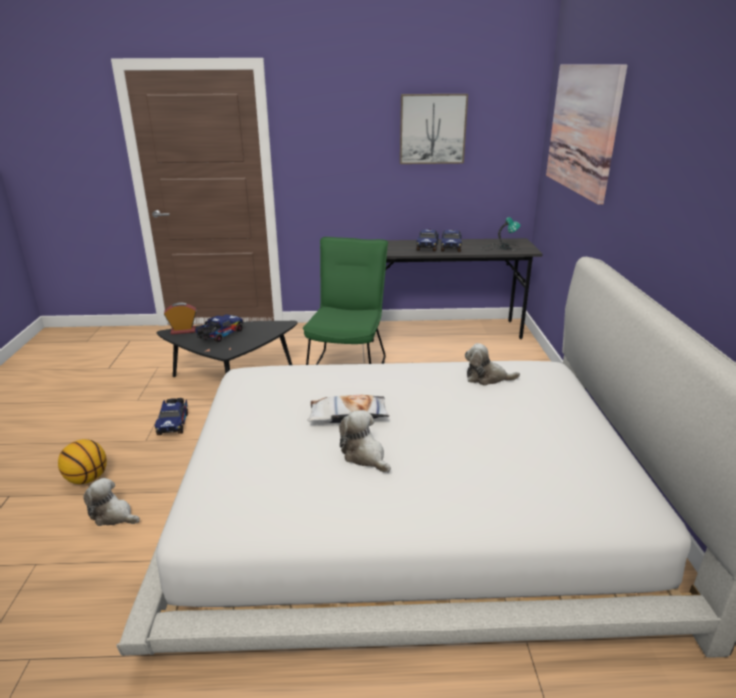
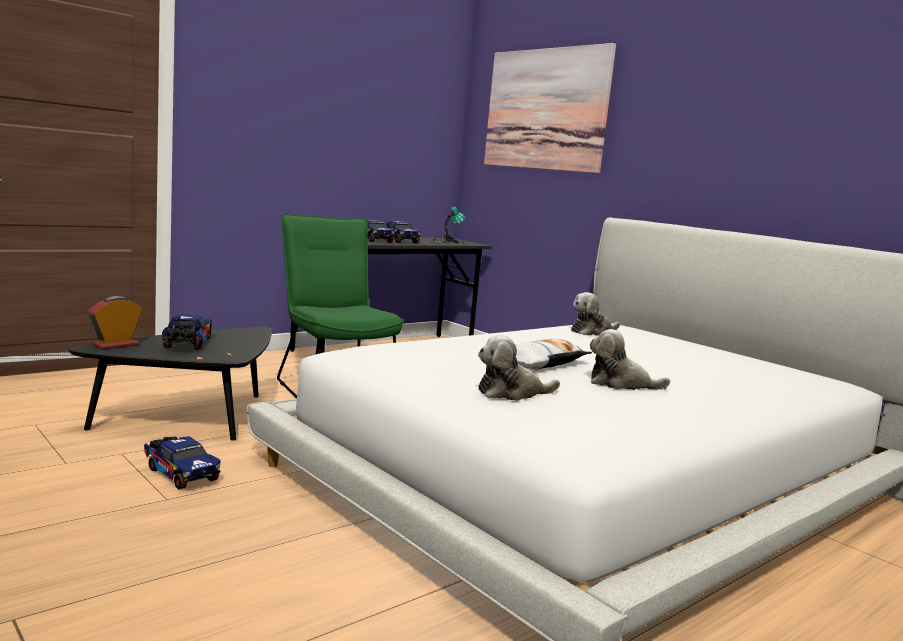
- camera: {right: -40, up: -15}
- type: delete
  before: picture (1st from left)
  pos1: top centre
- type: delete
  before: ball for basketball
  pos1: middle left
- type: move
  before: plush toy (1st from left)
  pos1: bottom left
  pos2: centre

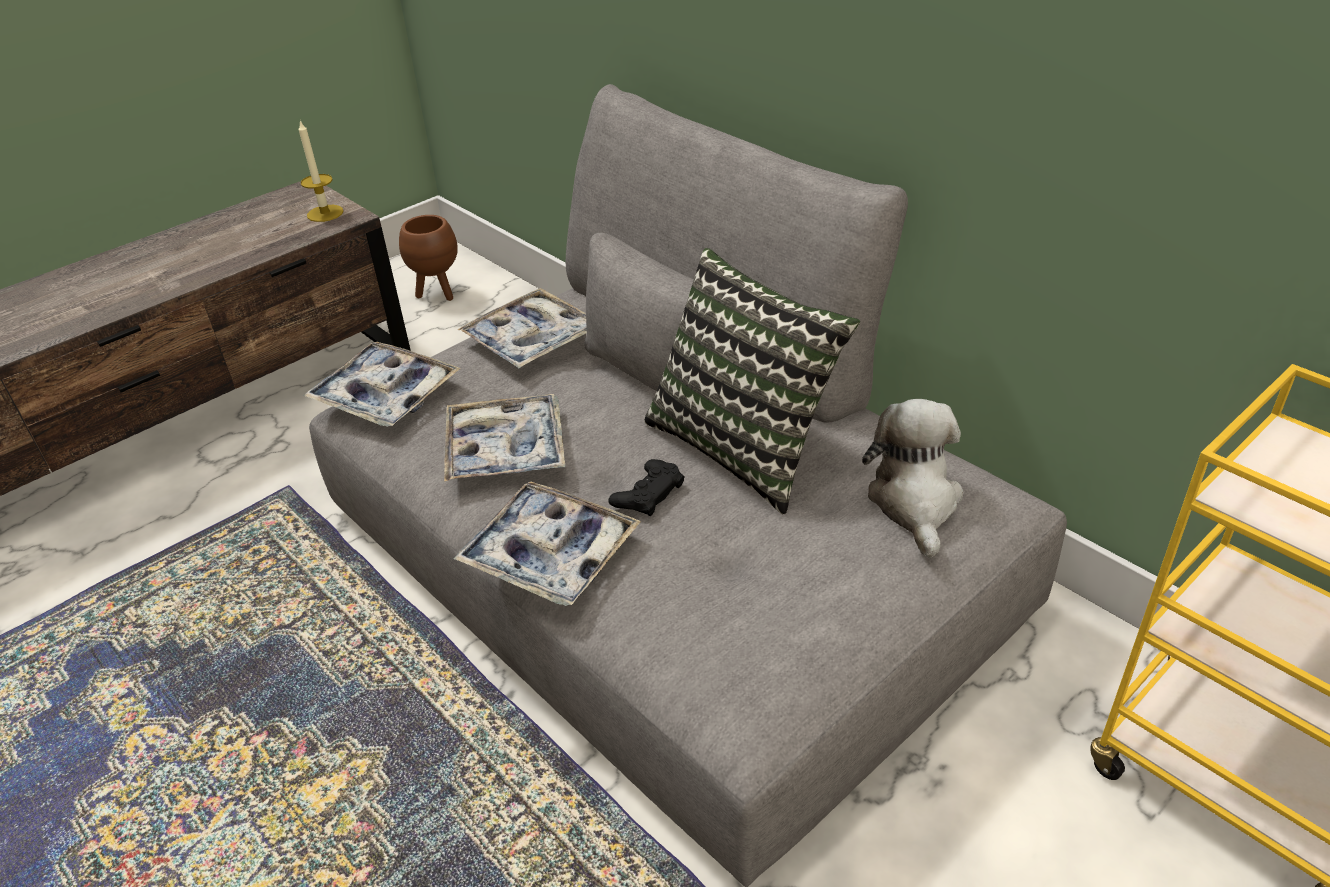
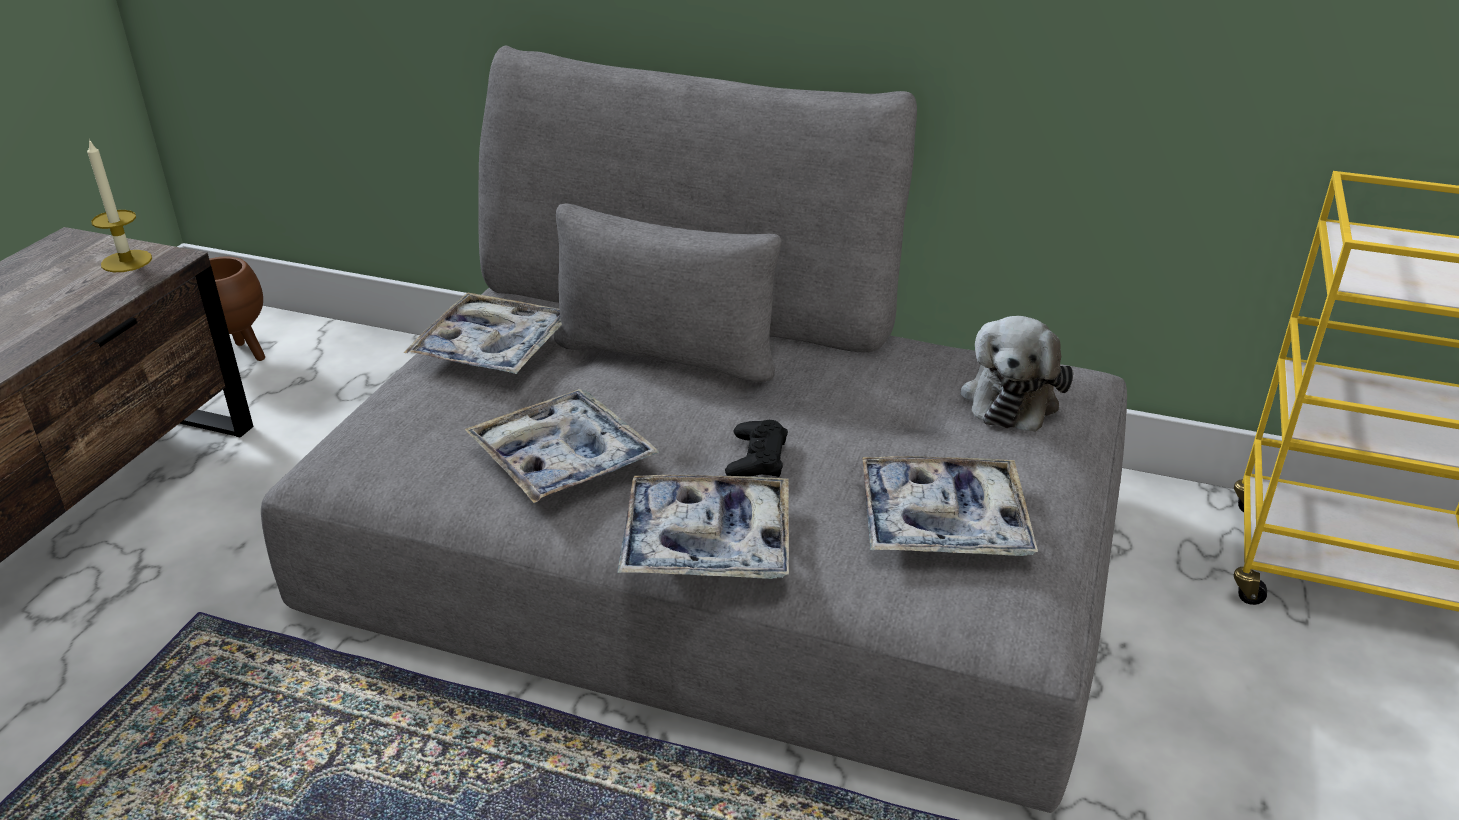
- camera: {right: -30, up: -5}
- type: delete
  before: cushion
  pos1: centre
- type: move
  before: serving tray (1st from left in the first image)
  after: serving tray (4th from left)
  pos1: middle left
  pos2: centre
- type: rotate
  before: plush toy
  pos1: middle right
  pos2: middle right
  turn: -135

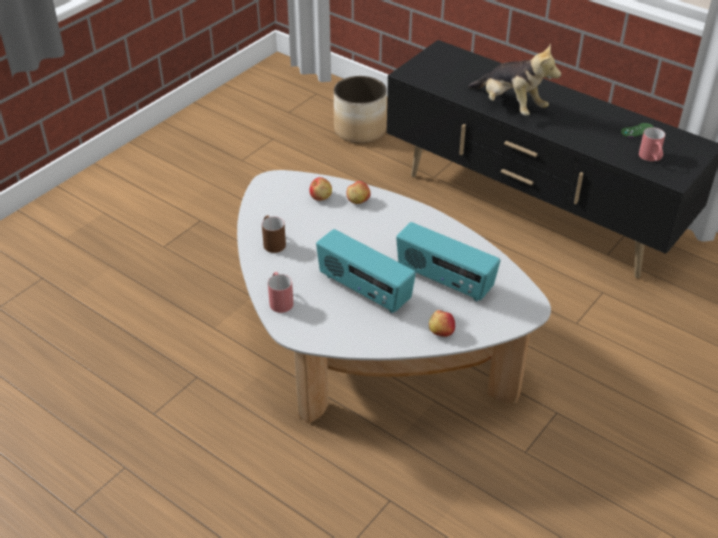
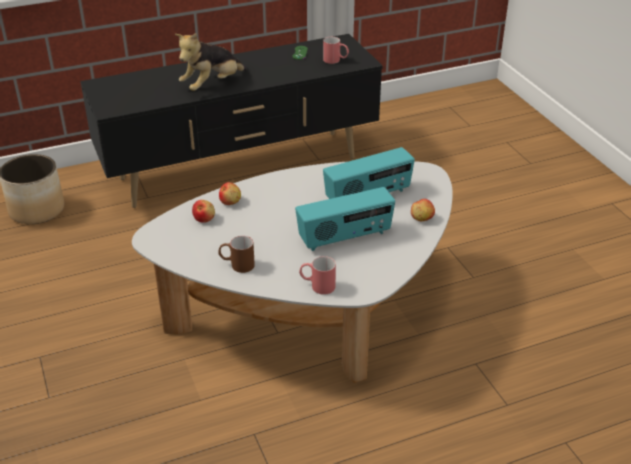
- camera: {right: -60, up: -5}
- type: rotate
  before: plush toy
  pos1: top right
  pos2: top centre
  turn: 150

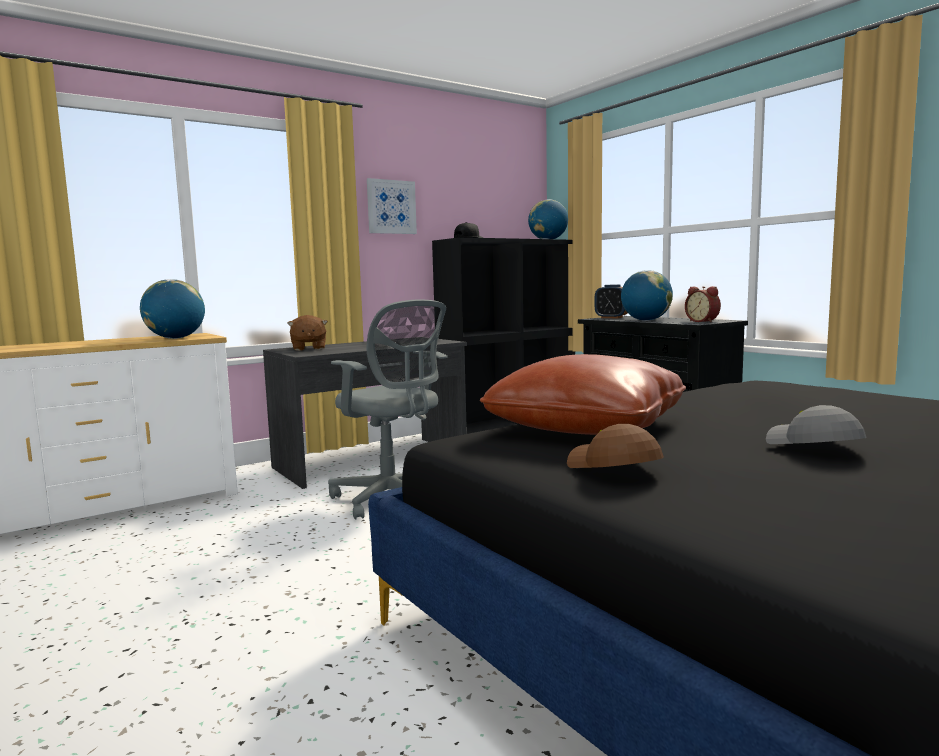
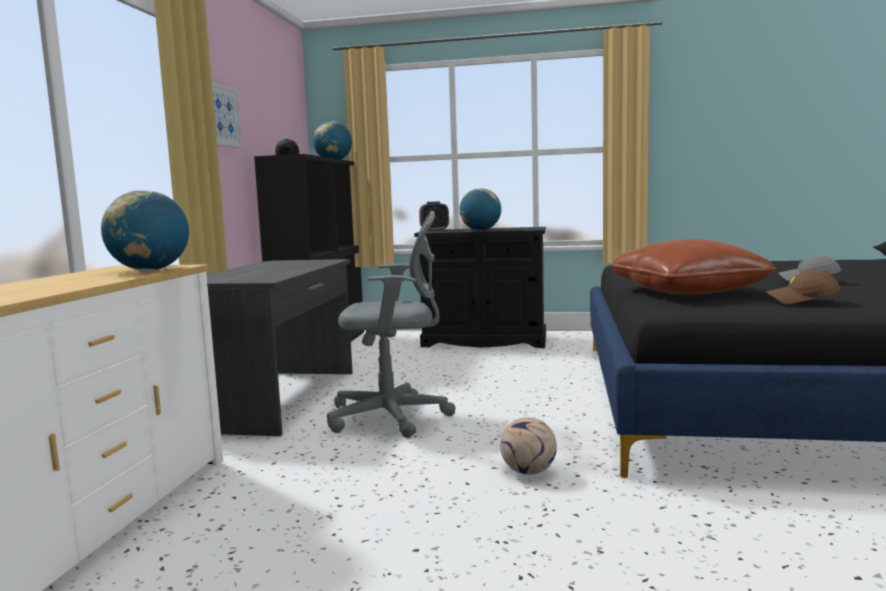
- camera: {right: -45, up: 0}
- type: delete
  before: bedside clock (2nd from left)
  pos1: middle right
- type: delete
  before: plush toy in brownish
  pos1: middle left
- type: insert
  after: football
  pos2: bottom centre

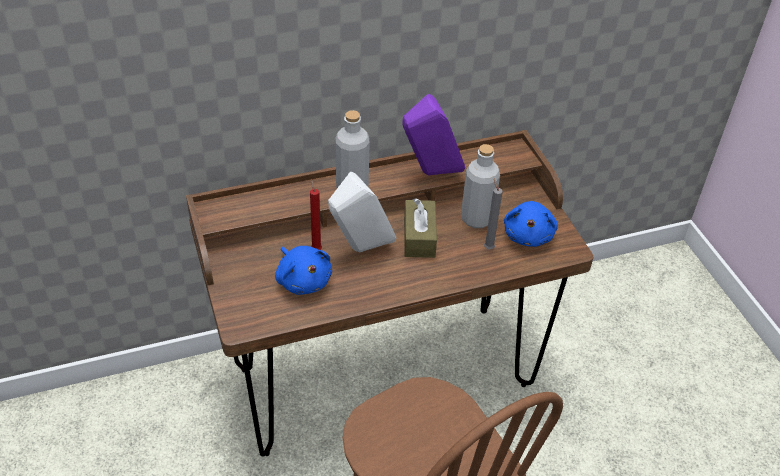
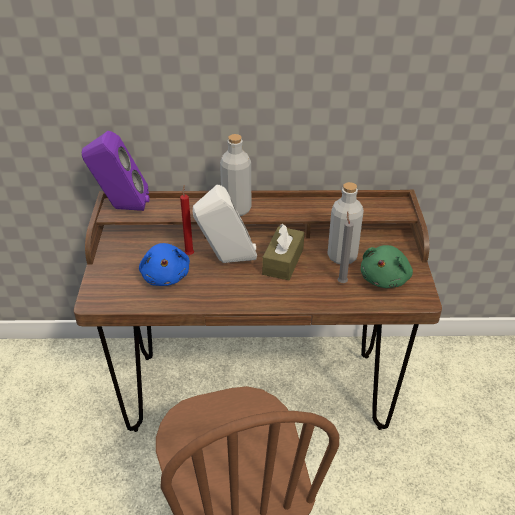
- camera: {right: 20, up: -5}
- type: move
  before: audio speaker in purple-coloured
  pos1: top centre
  pos2: top left
- type: recolor
  before: plush toy in blue (2nd from left)
  after: plush toy in greenish
  pos1: middle right
  pos2: middle right

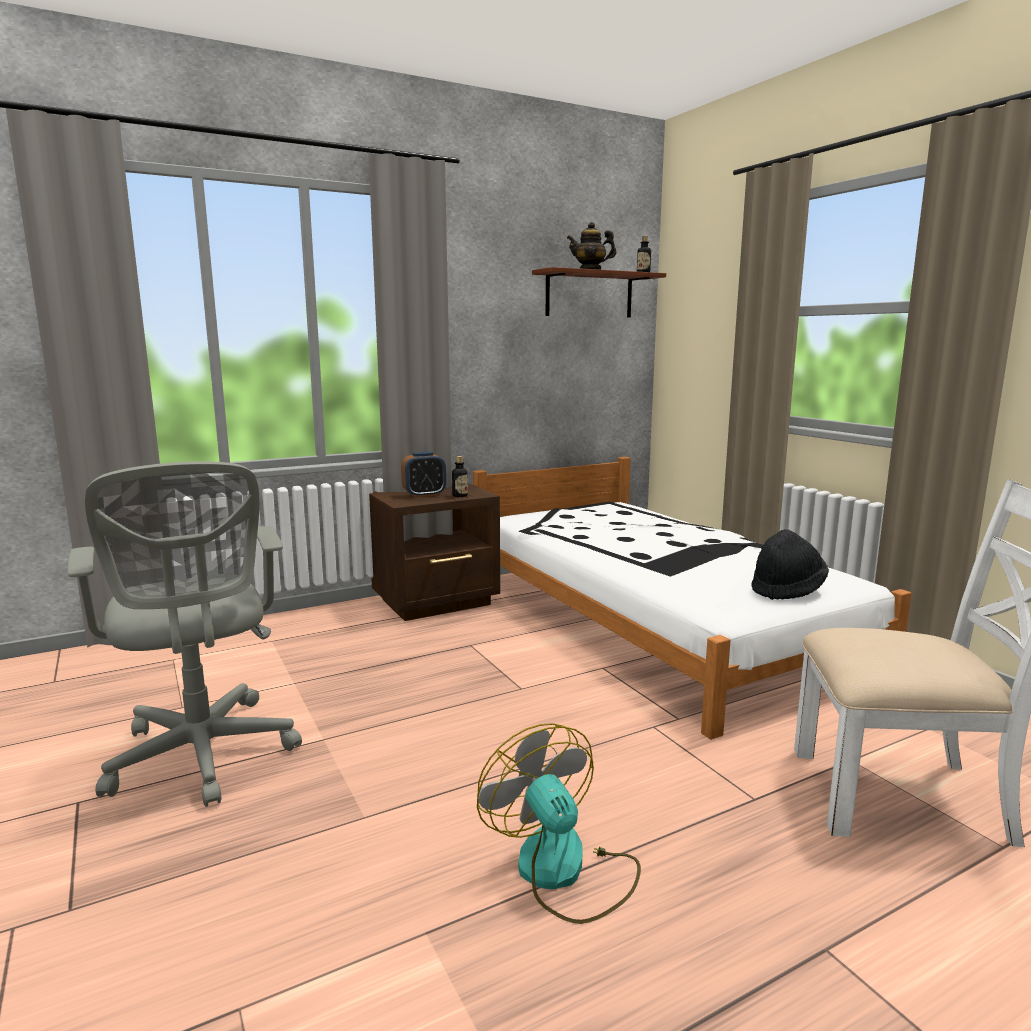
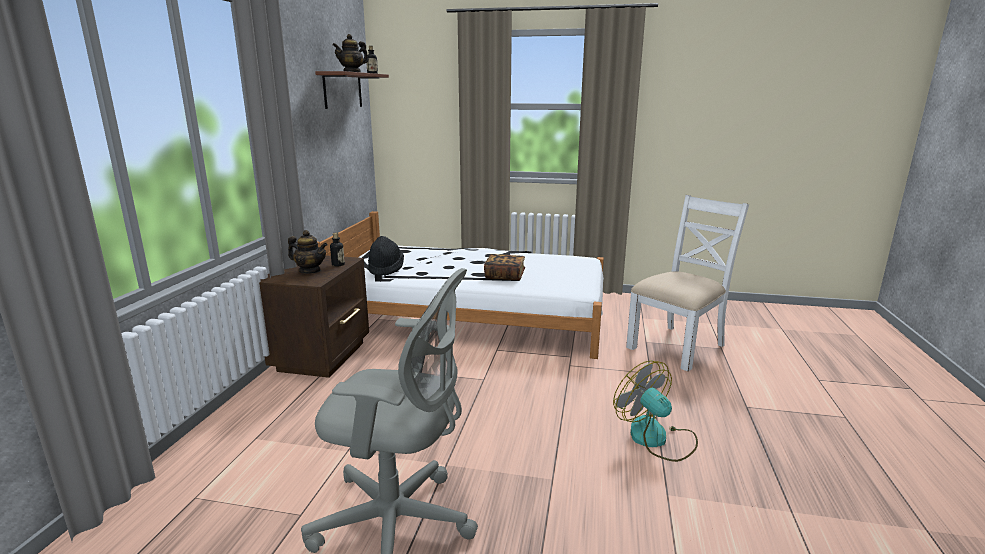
- camera: {right: -50, up: 5}
- type: replace
  before: bedside clock
  after: tea pot (1st from left)
  pos1: centre
  pos2: middle left
- type: move
  before: clothing hat in black-coloured
  pos1: middle right
  pos2: centre
- type: rotate
  before: fan
  pos1: bottom centre
  pos2: bottom centre
  turn: 45
- type: insert
  after: bound book
  pos2: centre

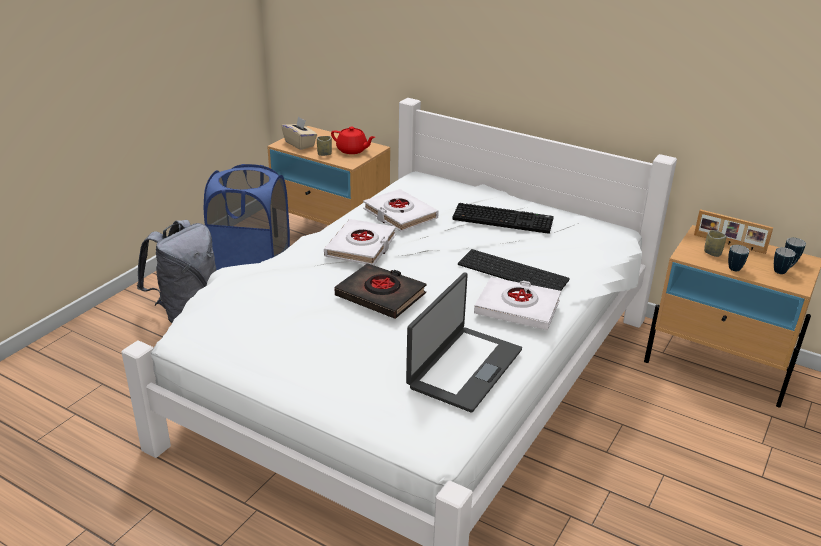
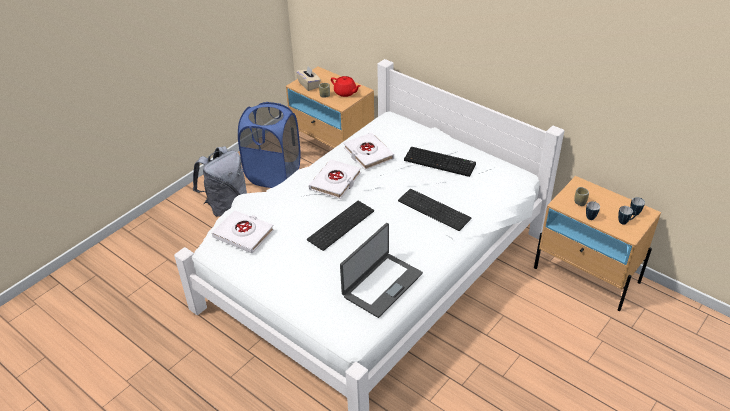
- camera: {right: 10, up: 10}
- type: delete
  before: photo frame
  pos1: middle right
- type: replace
  before: bound book in black-coloured
  after: keyboard (1st from left)
  pos1: centre
  pos2: centre
- type: move
  before: bound book in whitish (3rd from left in the first image)
  after: bound book in whitish (1st from left)
  pos1: centre
  pos2: middle left

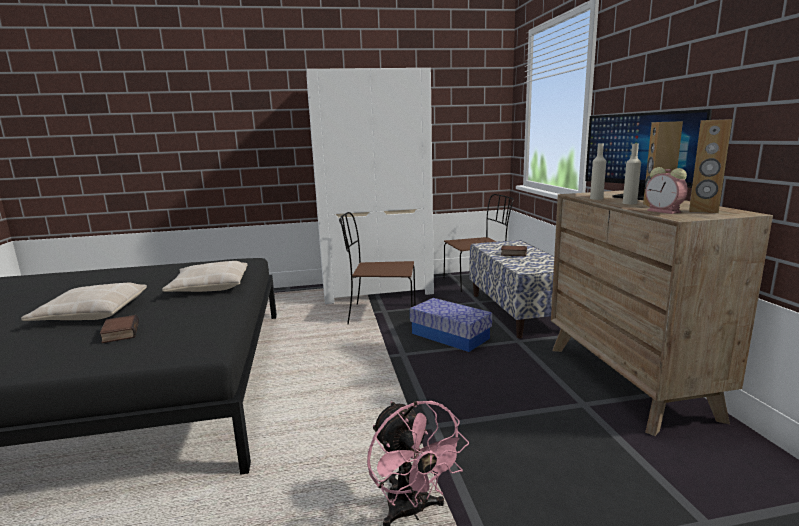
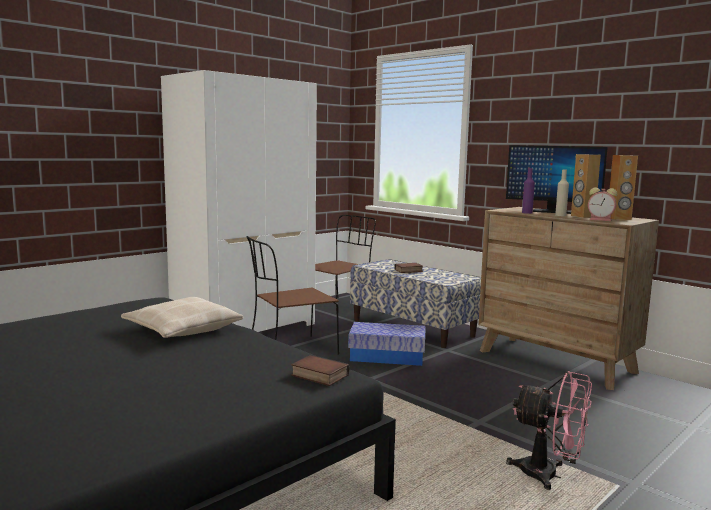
- camera: {right: -35, up: -5}
- type: recolor
  before: bottle in beige (1st from left)
  after: bottle in purple-coloured
  pos1: top right
  pos2: middle right
- type: delete
  before: cushion in beige (1st from left)
  pos1: middle left
- type: move
  before: bound book (1st from left)
  pos1: middle left
  pos2: bottom centre

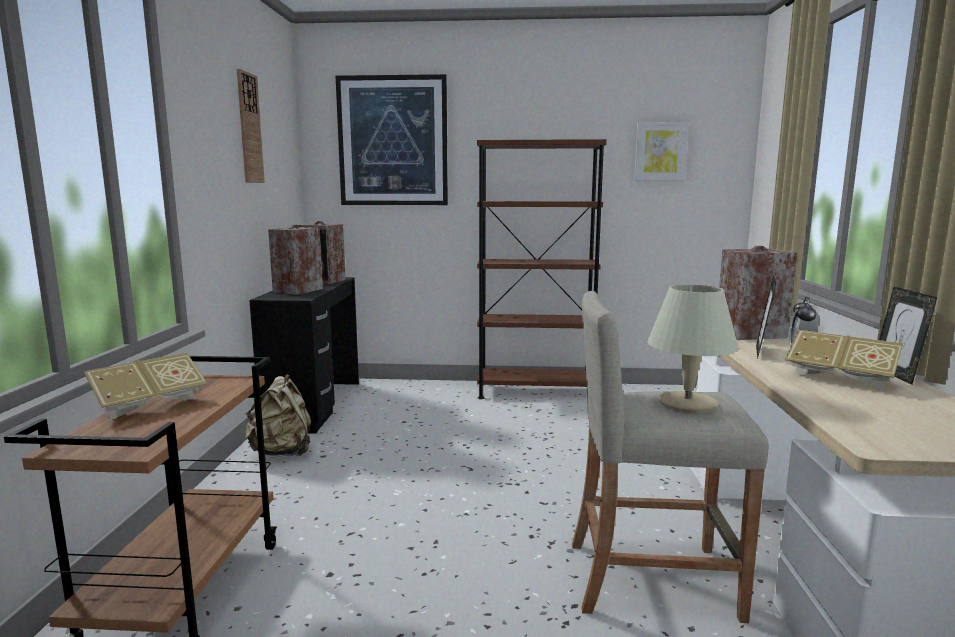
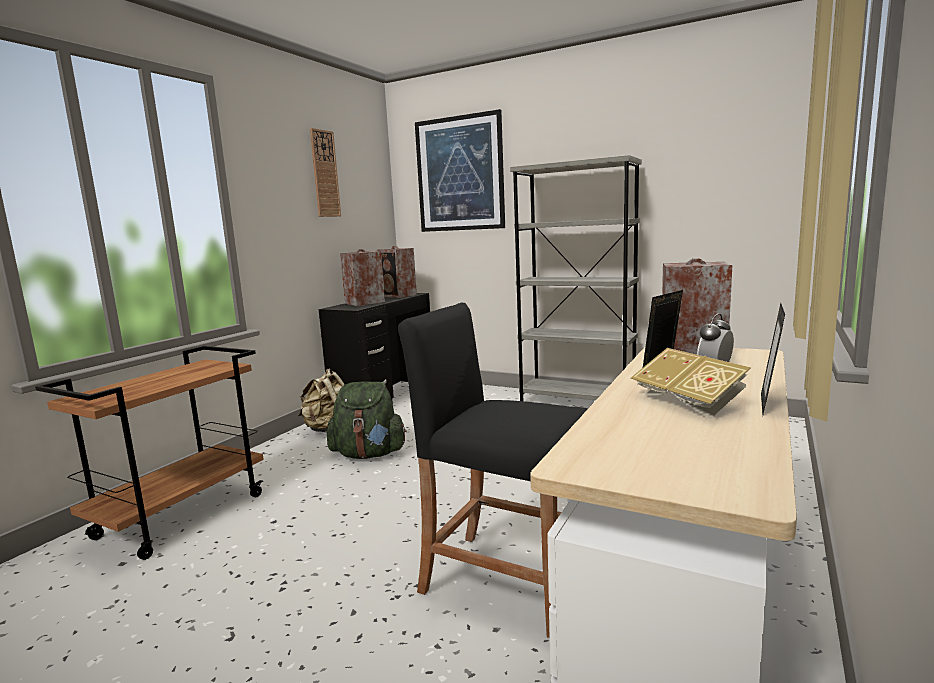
- camera: {right: 25, up: 0}
- type: delete
  before: picture (2nd from left)
  pos1: top right
- type: recolor
  before: bookshelf in brownish
  after: bookshelf in grey
  pos1: centre
  pos2: centre
- type: delete
  before: table lamp in beige
  pos1: middle right
- type: recolor
  before: stool seat in beige
  after: stool seat in black-coloured
  pos1: bottom right
  pos2: bottom centre
- type: delete
  before: bound book (1st from left)
  pos1: middle left
- type: insert
  after: backpack in greenish
  pos2: centre

